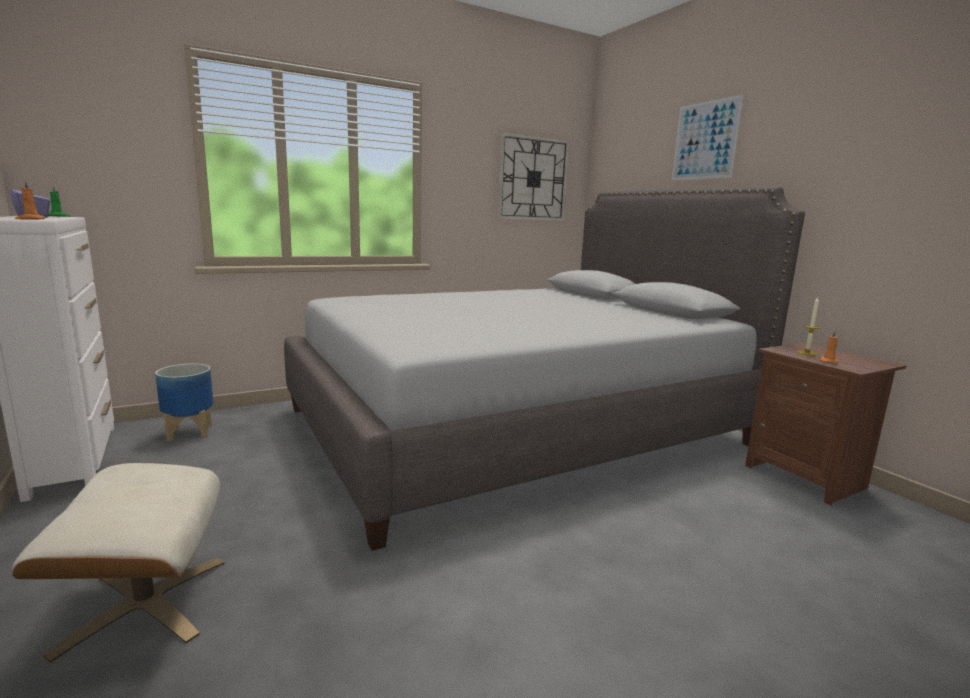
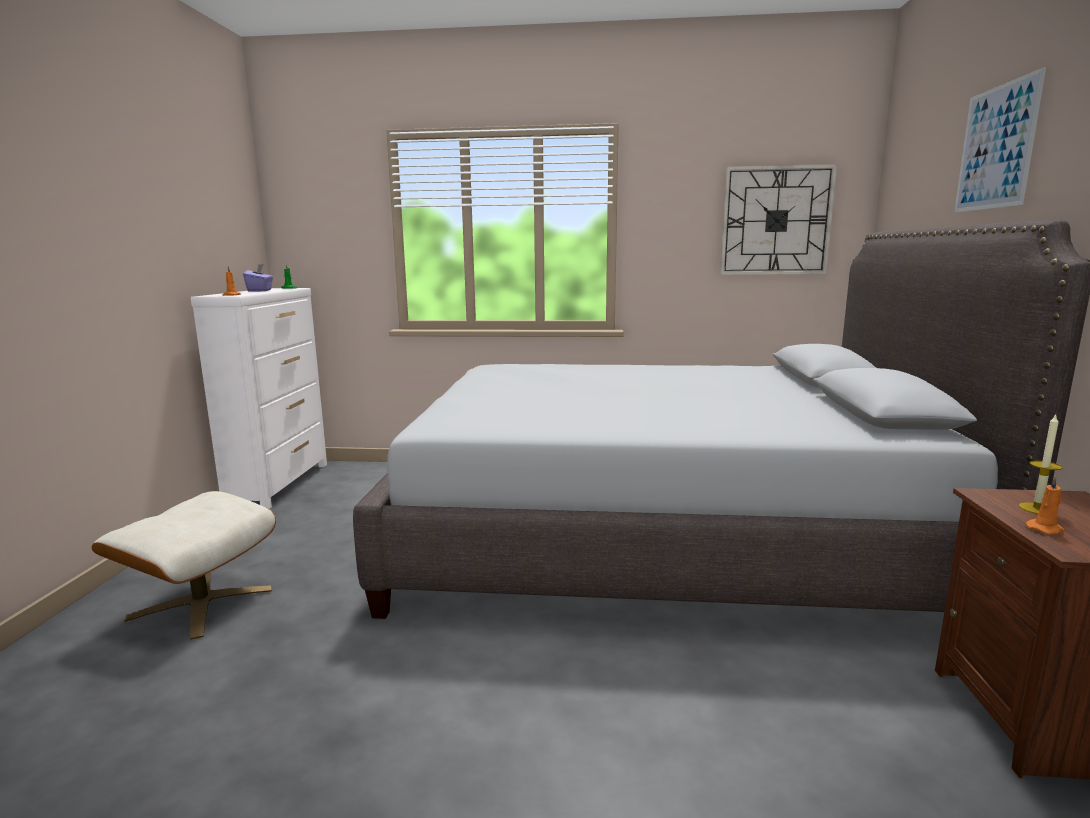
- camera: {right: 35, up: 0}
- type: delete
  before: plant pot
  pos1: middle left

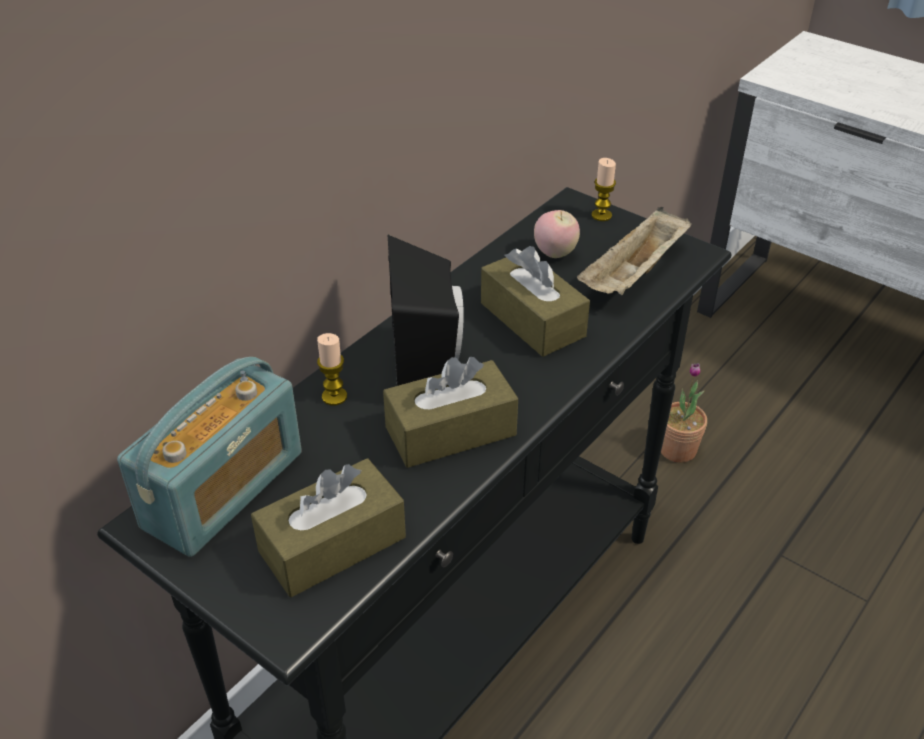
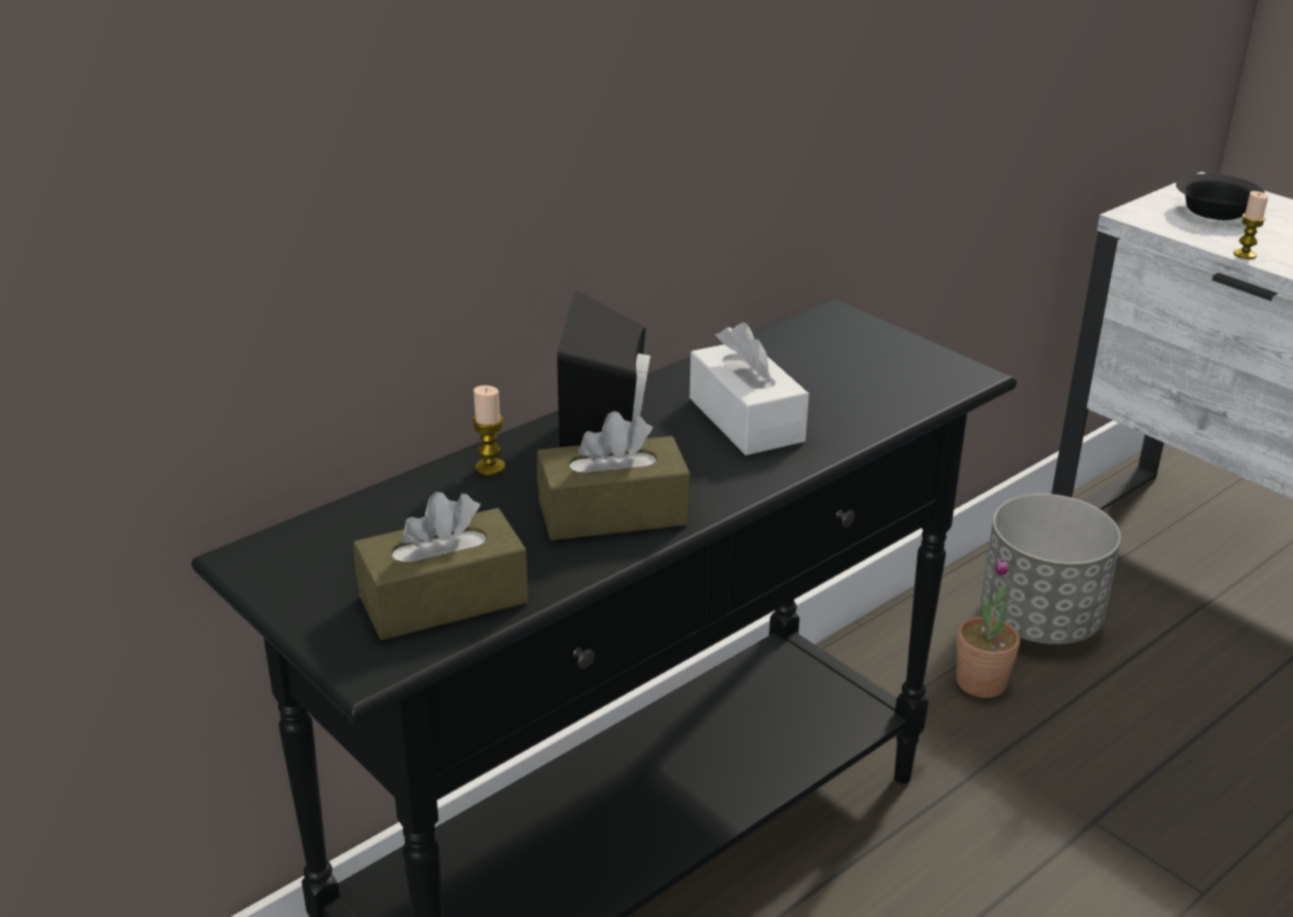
- camera: {right: 10, up: -10}
- type: move
  before: wax light (2nd from left)
  pos1: top centre
  pos2: top right
- type: delete
  before: serving tray in beige
  pos1: middle right
- type: delete
  before: whole apple
  pos1: top centre
- type: recolor
  before: tissue box in brownish (3rd from left)
  after: tissue box in whitish
  pos1: centre
  pos2: centre
- type: delete
  before: radio receiver
  pos1: middle left
- type: insert
  after: bowl in black-coloured
  pos2: top right
- type: insert
  after: plant pot in grey
  pos2: middle right

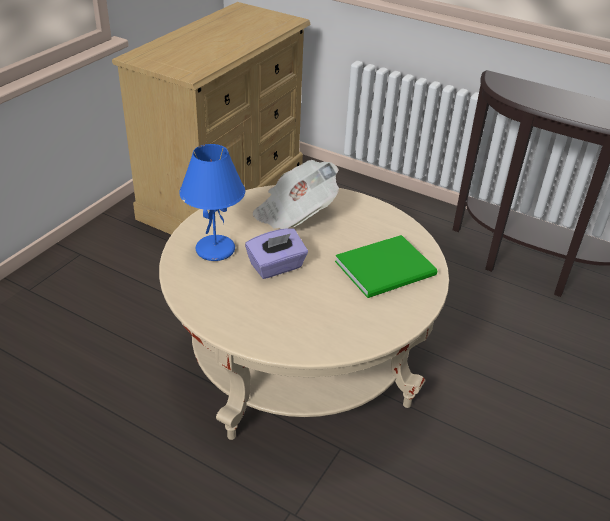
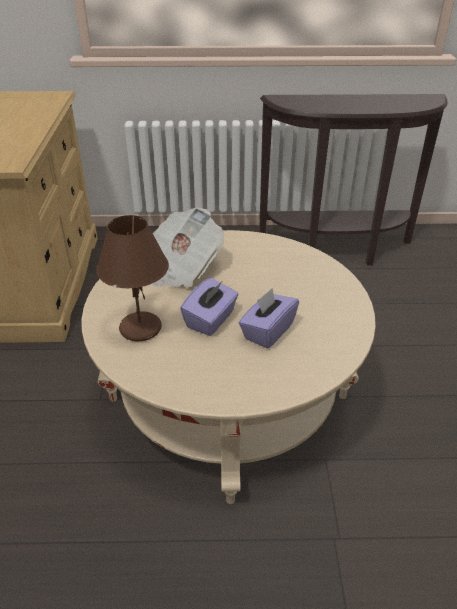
- camera: {right: -30, up: 0}
- type: recolor
  before: table lamp in blue
  after: table lamp in brownish
  pos1: centre
  pos2: middle left
- type: delete
  before: bound book in greenish
  pos1: centre
- type: insert
  after: tissue box in purple-coloured (2nd from left)
  pos2: centre

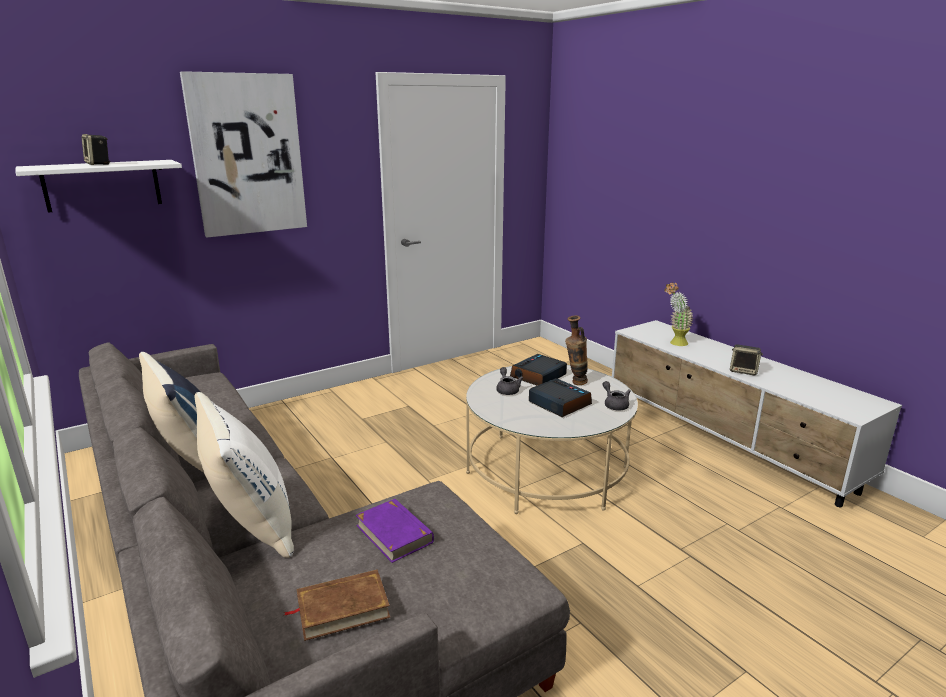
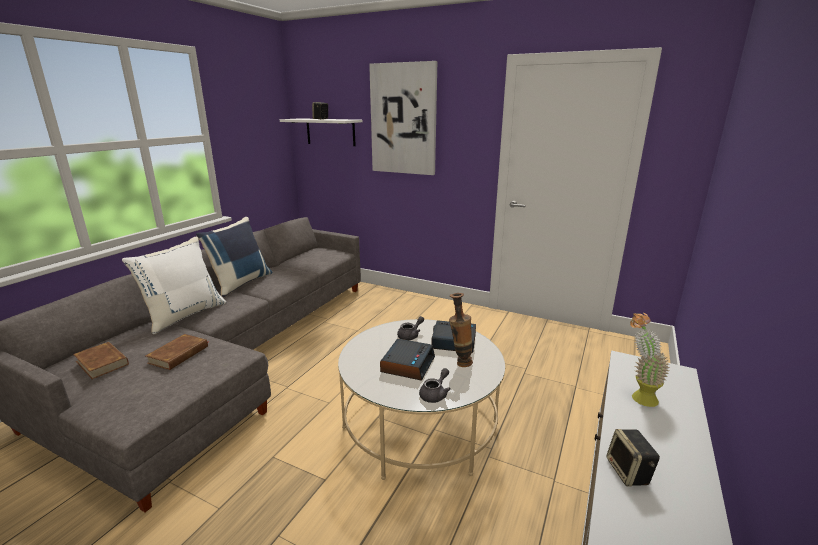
- camera: {right: 60, up: 0}
- type: recolor
  before: bound book in purple-coloured
  after: bound book in brownish (2nd from left)
  pos1: bottom centre
  pos2: middle left

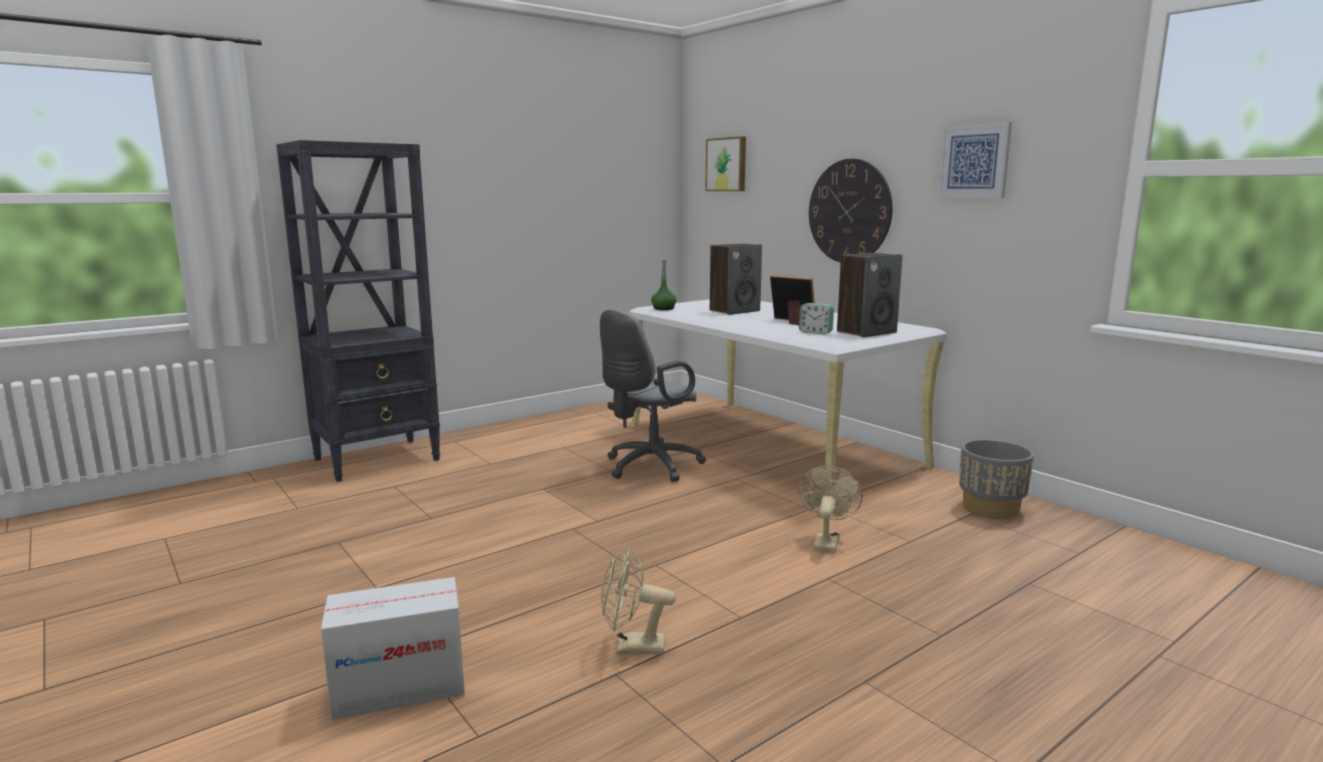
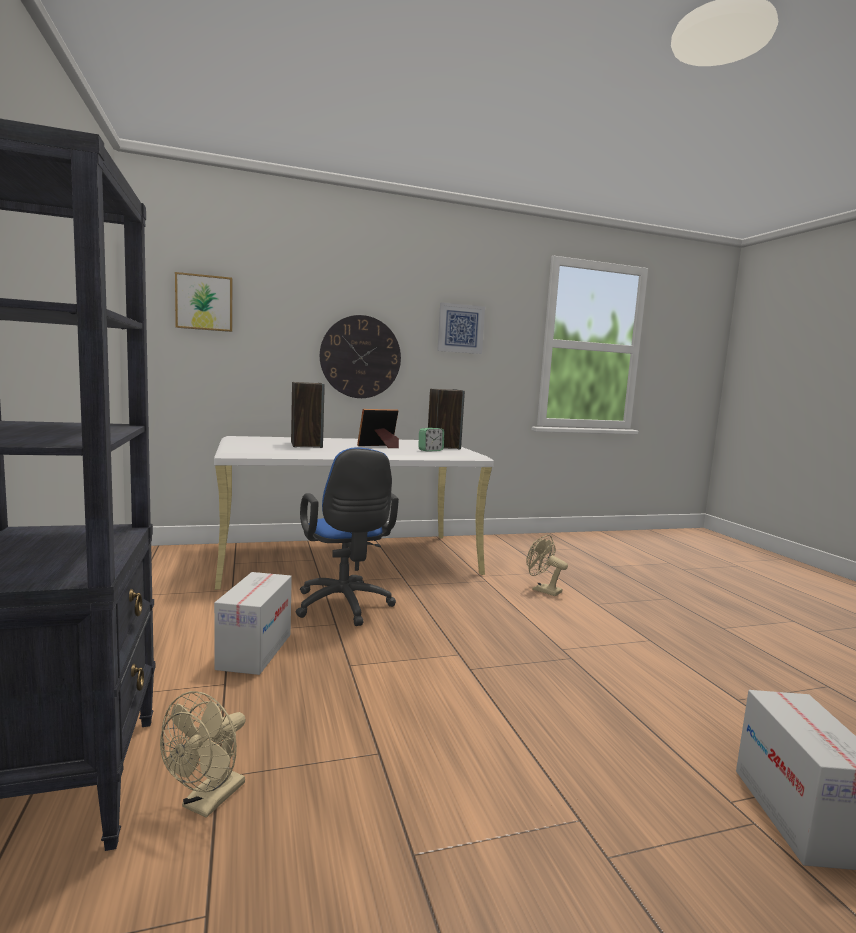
- camera: {right: -70, up: -5}
- type: delete
  before: bottle in greenish
  pos1: centre
- type: recolor
  before: desk chair in grey
  after: desk chair in blue
  pos1: centre
  pos2: centre
- type: delete
  before: plant pot in grey
  pos1: middle right
- type: move
  before: fan in beige (1st from left)
  pos1: bottom centre
  pos2: bottom left
- type: insert
  after: cardboard box (1st from left)
  pos2: bottom left

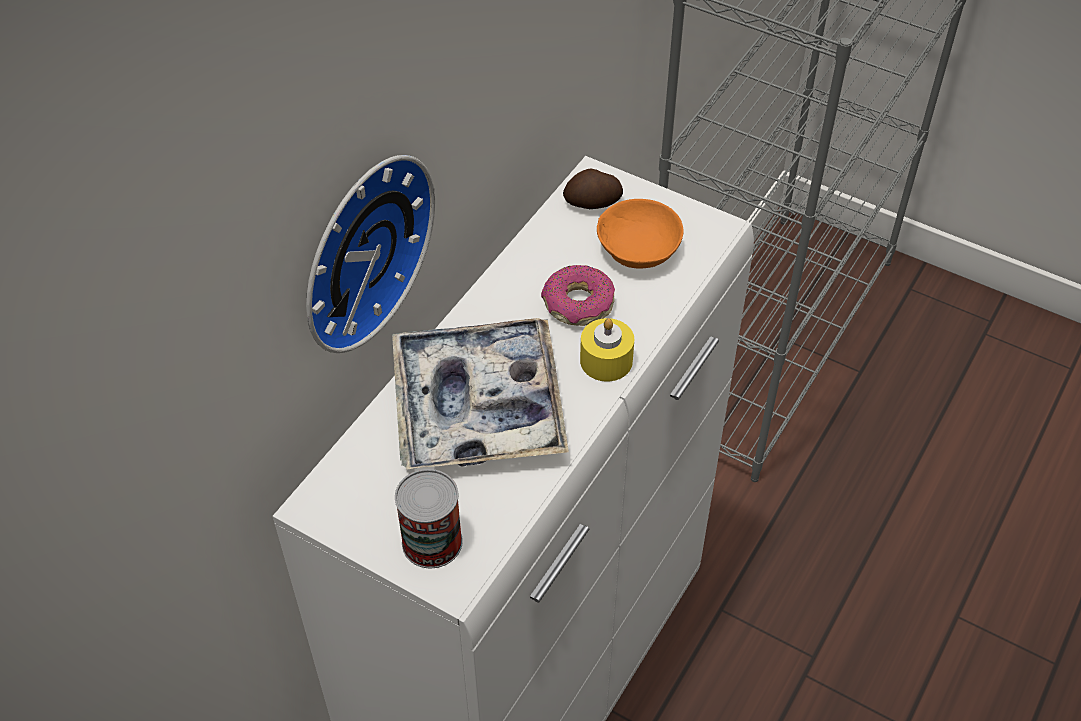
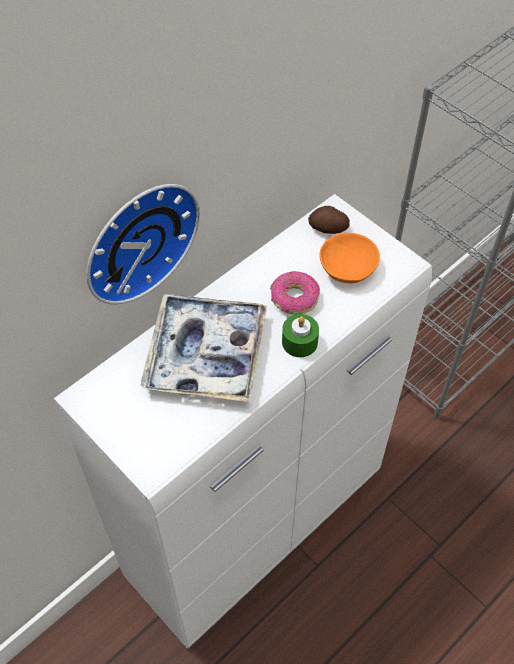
- camera: {right: 15, up: 5}
- type: recolor
  before: wax light in yellow
  after: wax light in greenish
  pos1: centre
  pos2: centre
- type: delete
  before: metal can
  pos1: bottom centre

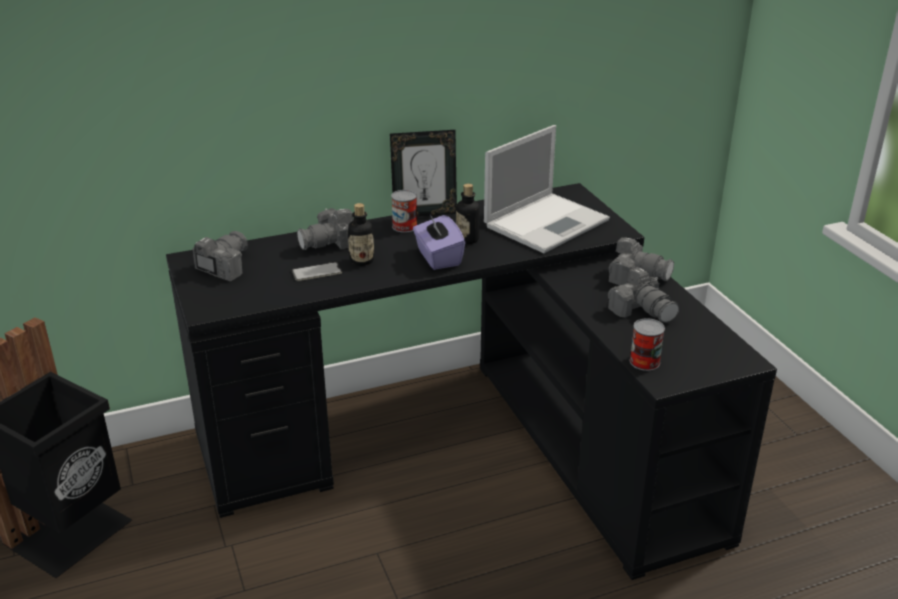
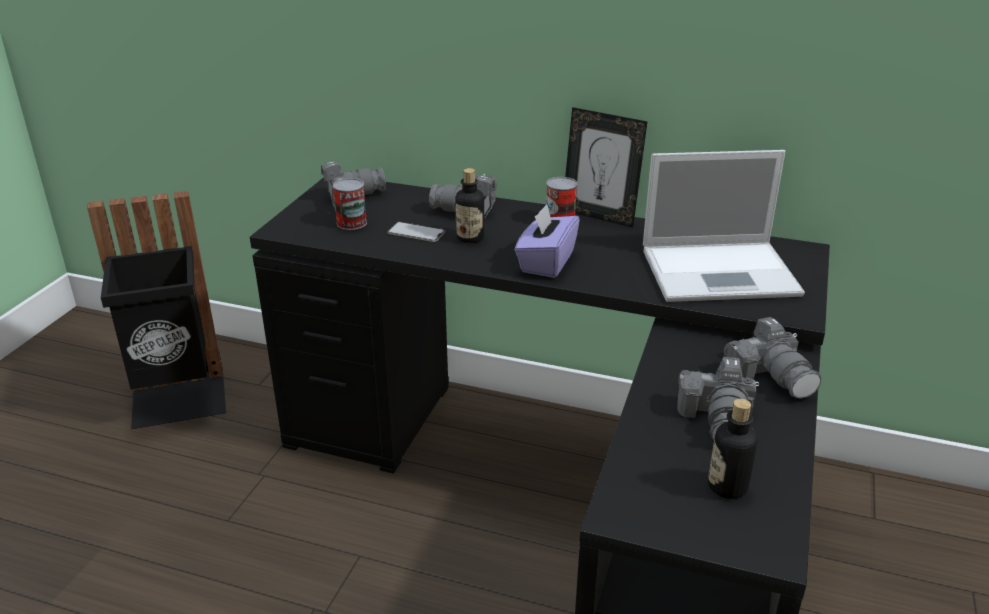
- camera: {right: 40, up: 0}
- type: move
  before: bottle (2nd from left)
  pos1: centre
  pos2: bottom right
- type: move
  before: metal can (2nd from left in the first image)
  after: metal can (1st from left)
  pos1: middle right
  pos2: top centre

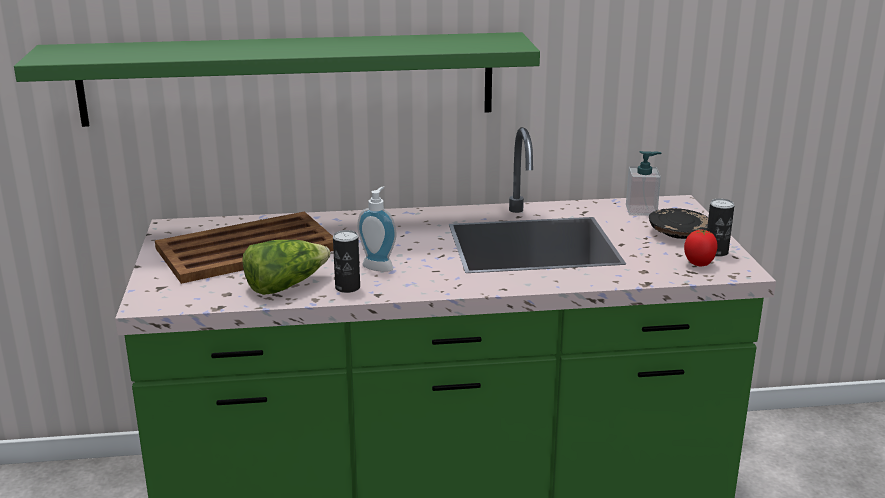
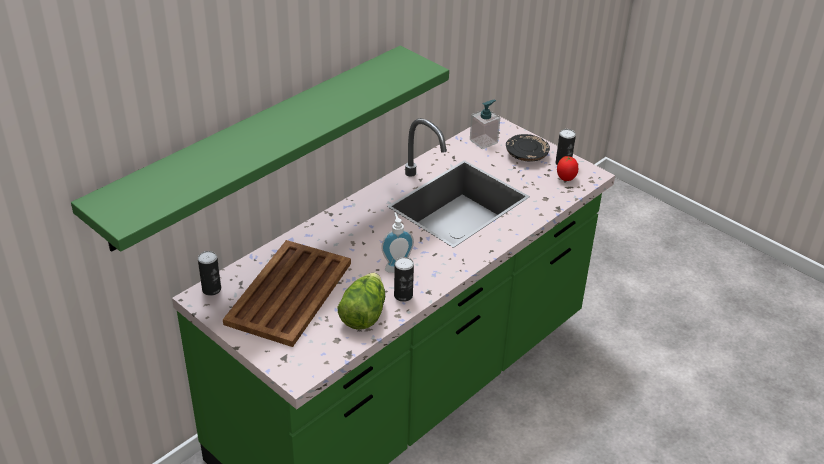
- camera: {right: -40, up: 15}
- type: insert
  after: metal can (1st from left)
  pos2: middle left

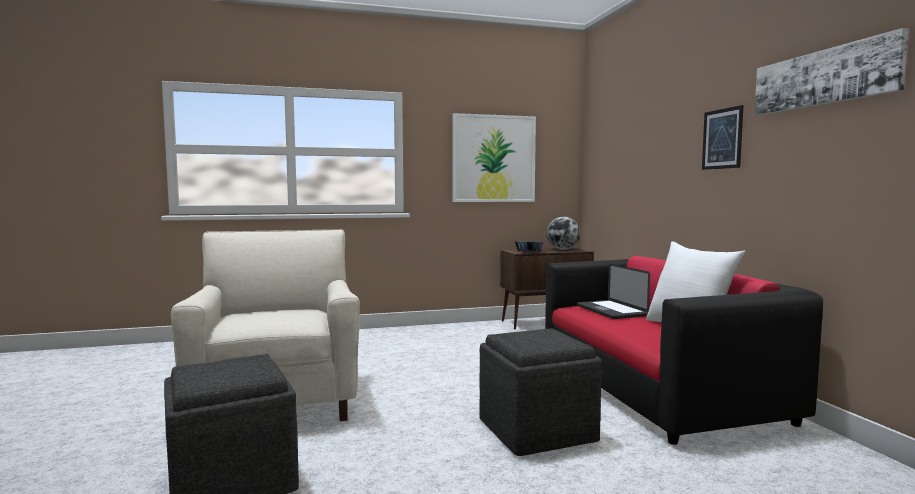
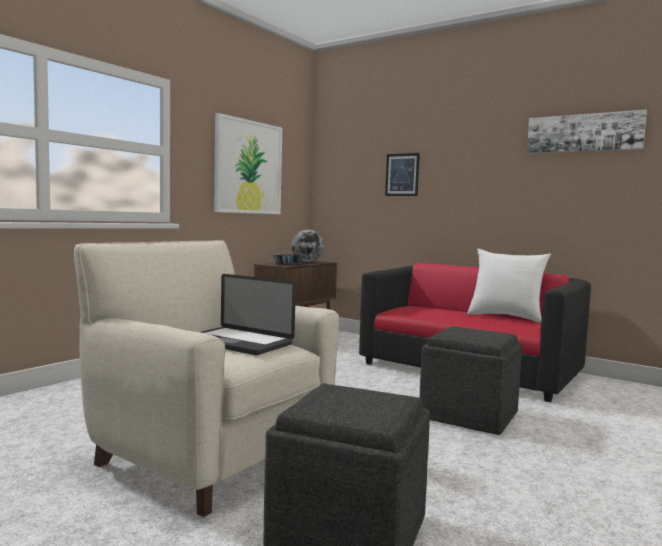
- camera: {right: -40, up: 0}
- type: move
  before: picture (2nd from left)
  pos1: top right
  pos2: top centre
- type: move
  before: notebook computer
  pos1: middle right
  pos2: centre

